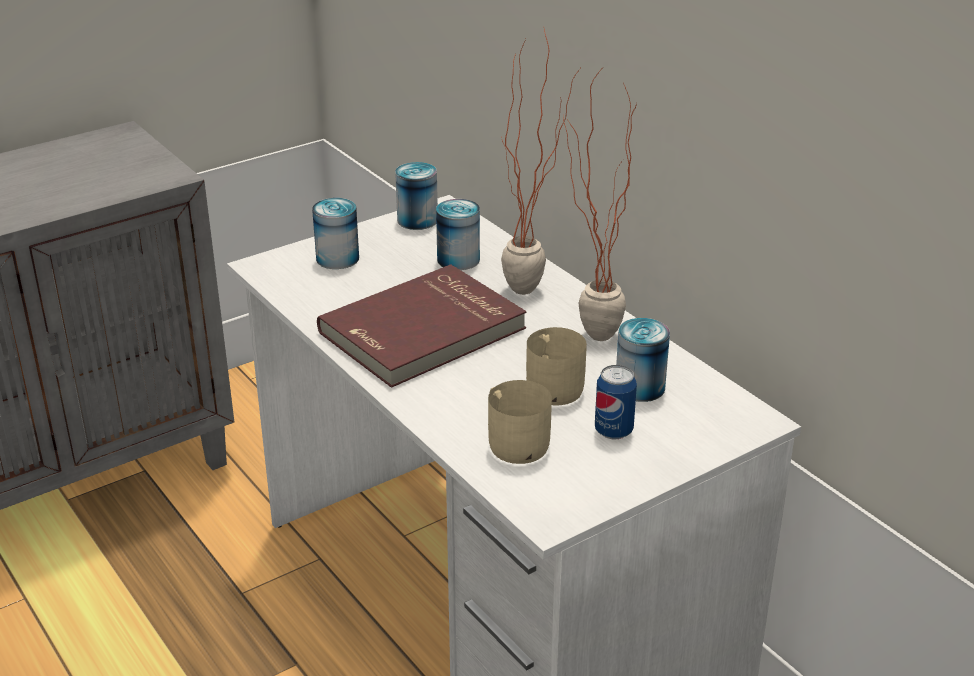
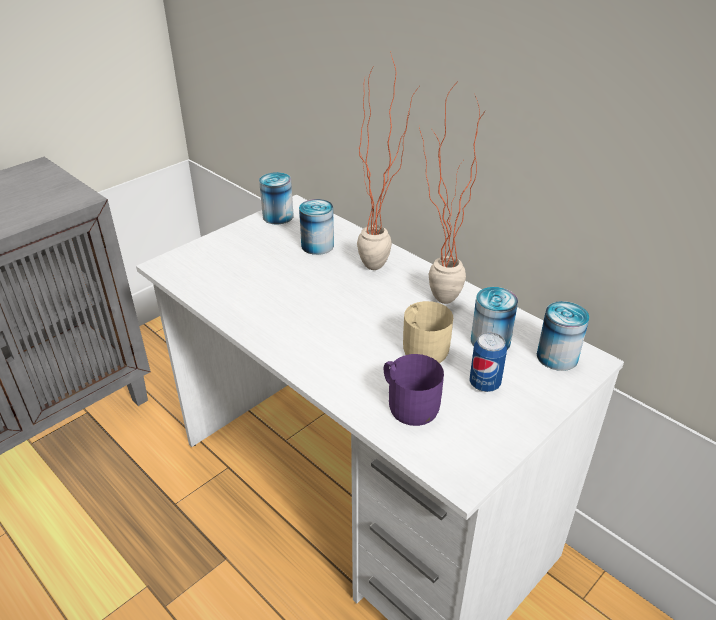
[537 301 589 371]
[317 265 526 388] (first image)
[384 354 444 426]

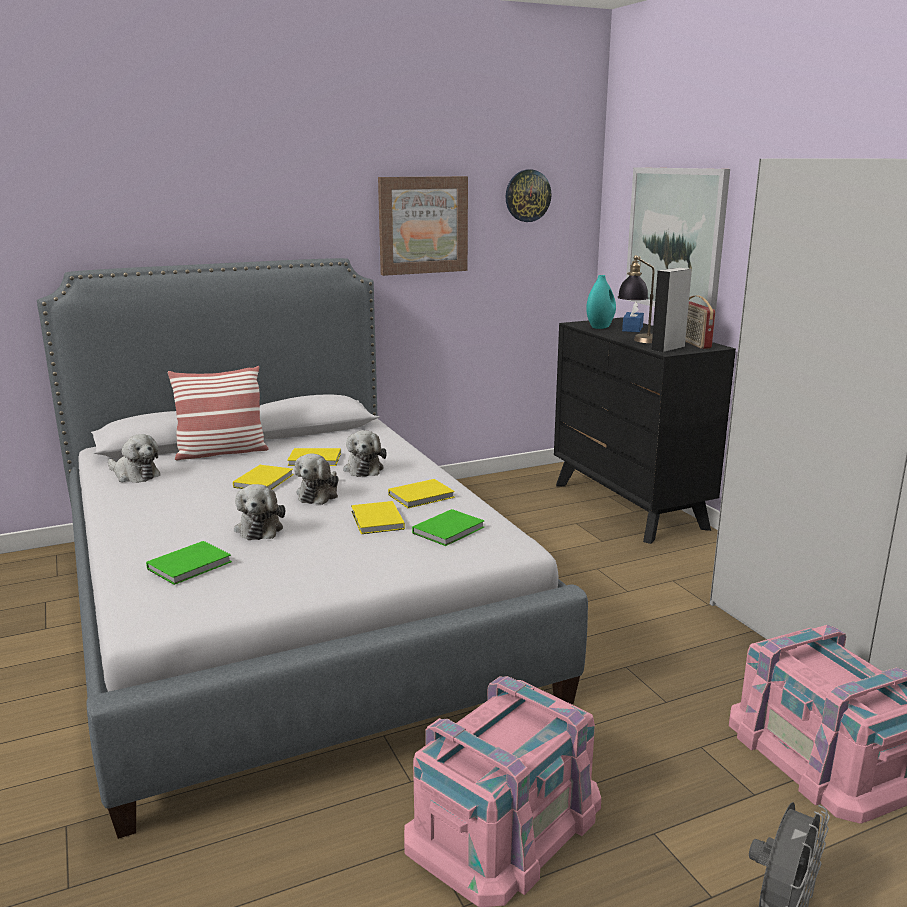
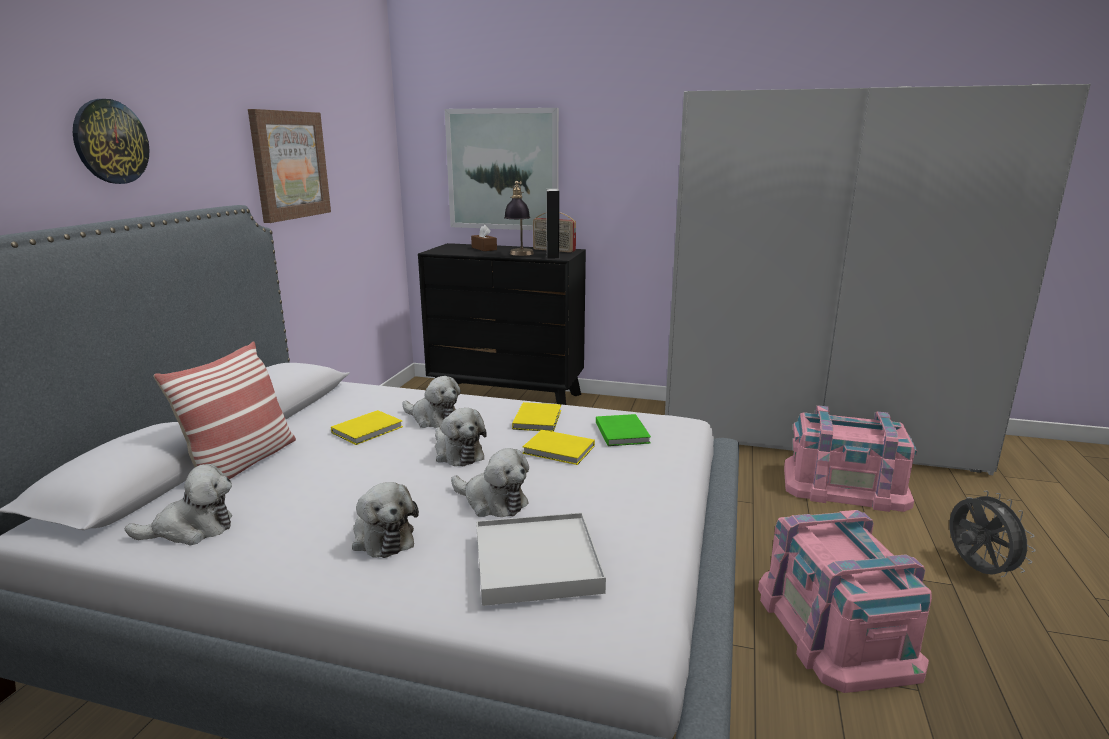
[476 513 606 606]
[233 465 294 489] (first image)
[73 99 150 184]
[586 275 616 329] (first image)
[471 225 497 251]
[352 482 419 558]

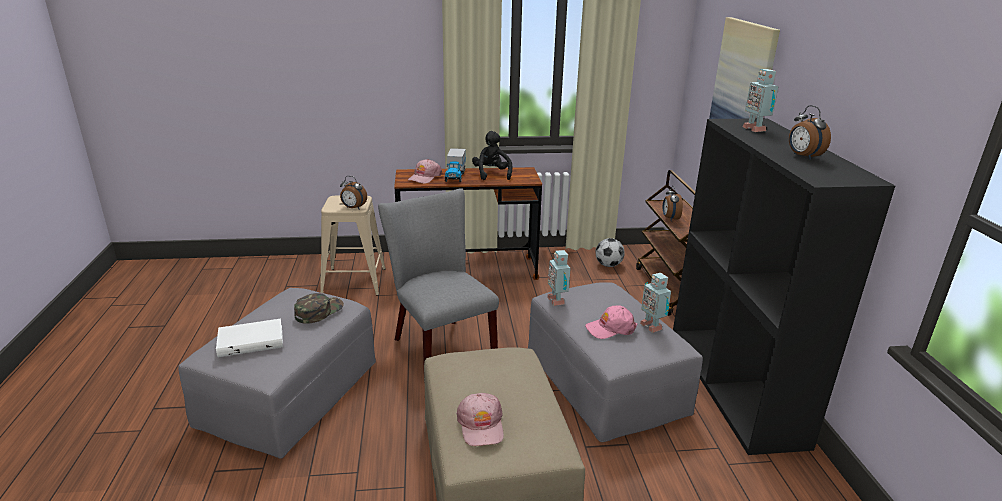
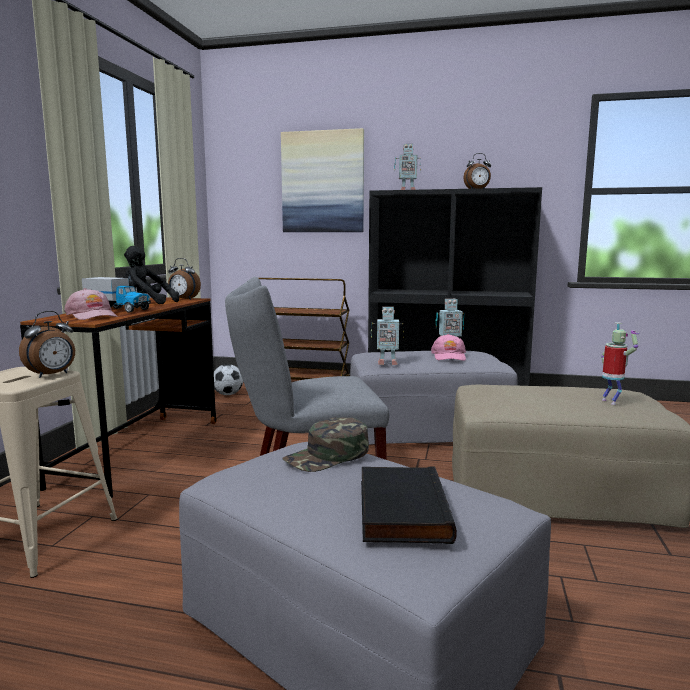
[361 466 457 544]
[282 417 369 472]
[601 322 640 405]
[168 258 201 300]

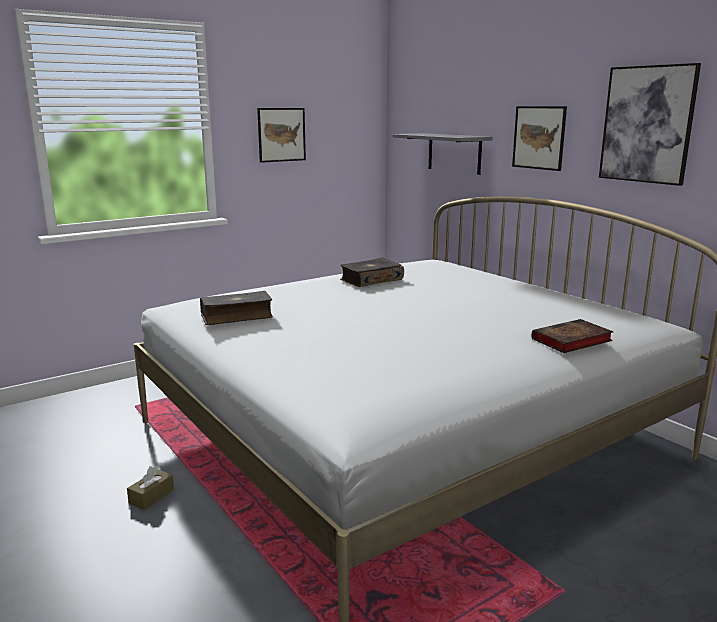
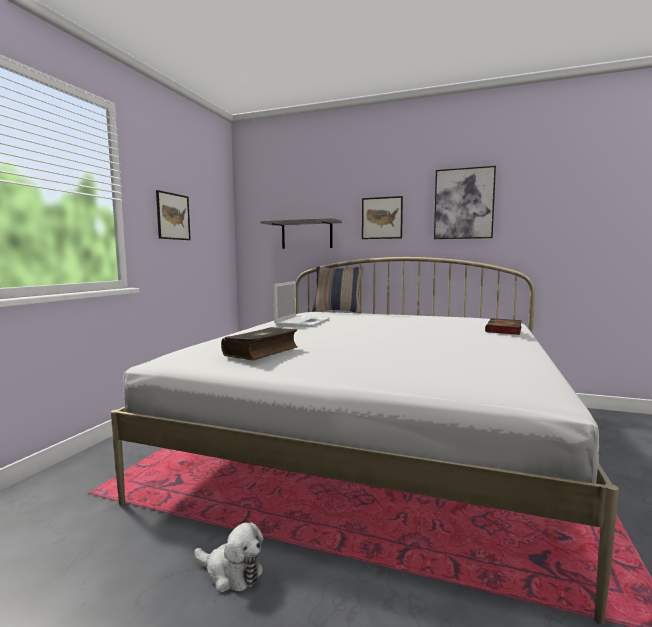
[194 522 263 593]
[273 281 329 327]
[312 266 363 313]

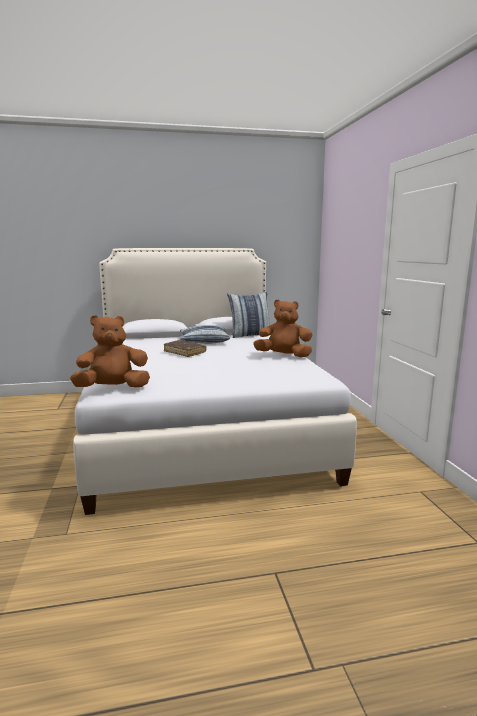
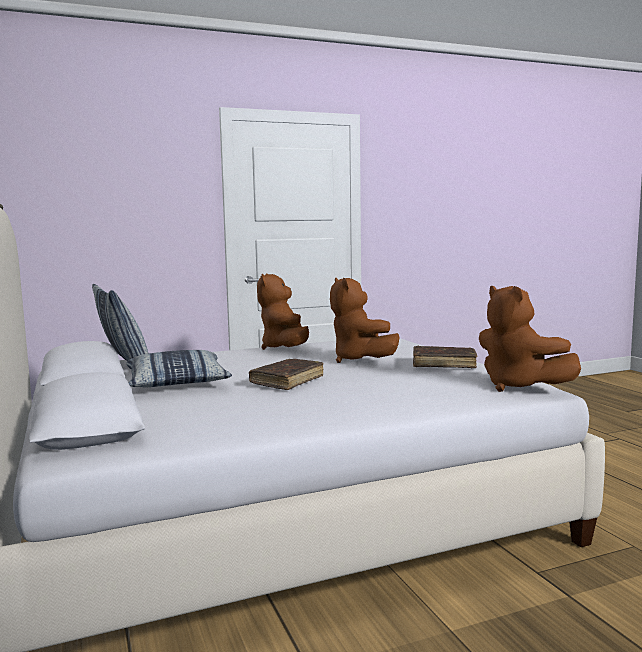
[330 278 400 363]
[413 346 477 368]

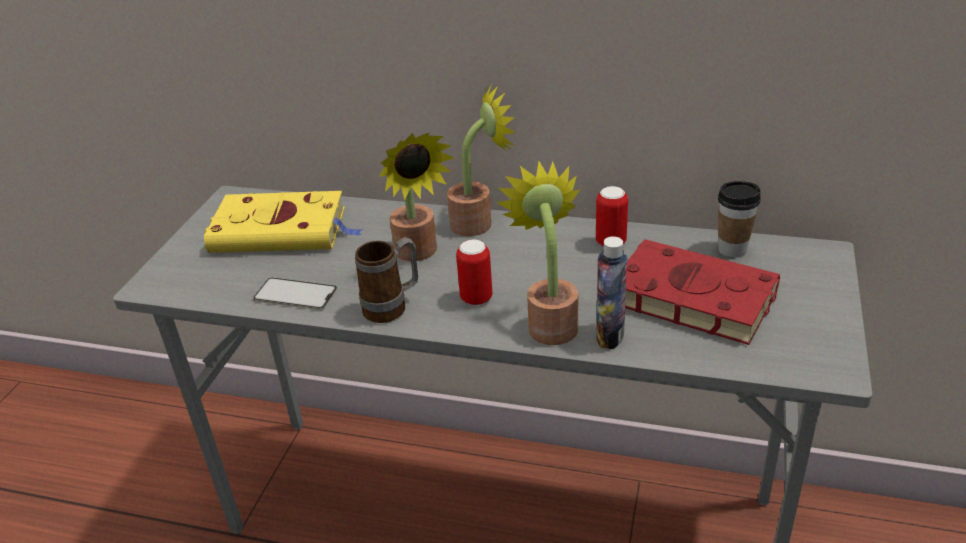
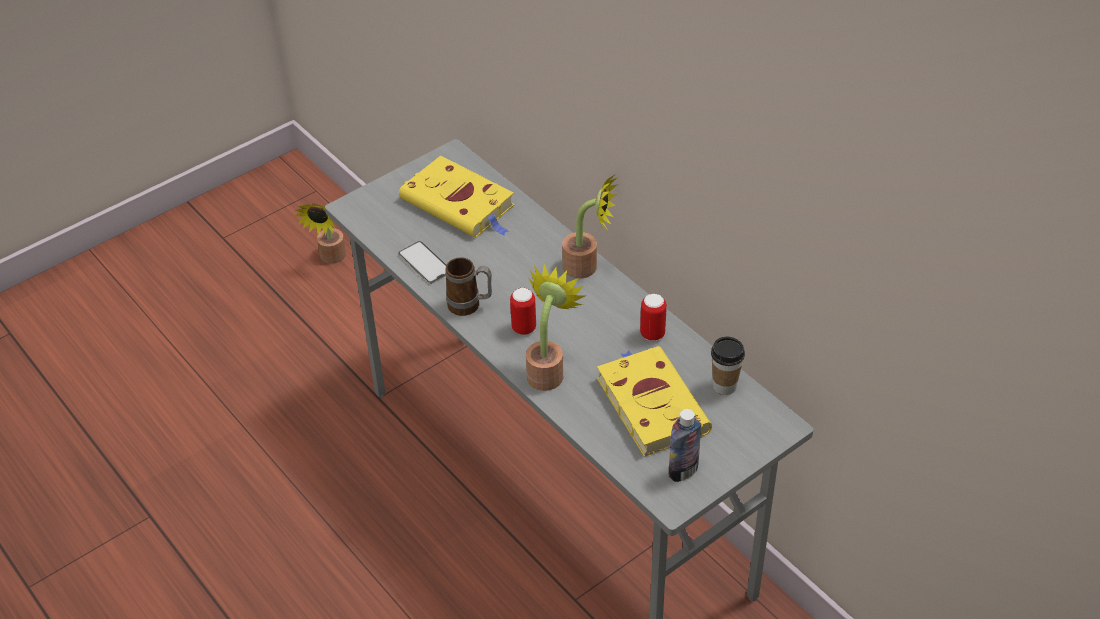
[294 203 346 264]
[668 409 701 482]
[597 346 712 457]

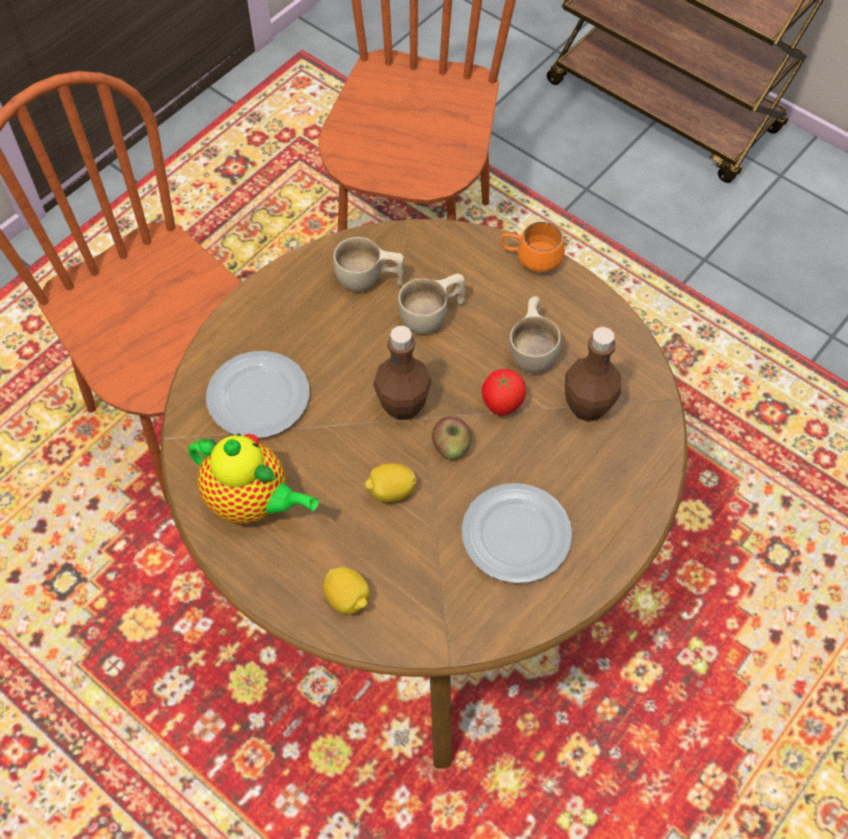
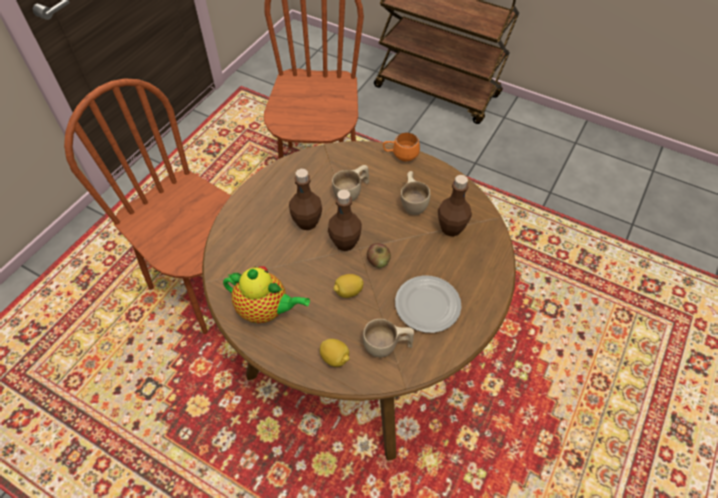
[206 351 309 438] (first image)
[363 319 414 357]
[482 369 526 416] (first image)
[289 169 322 230]

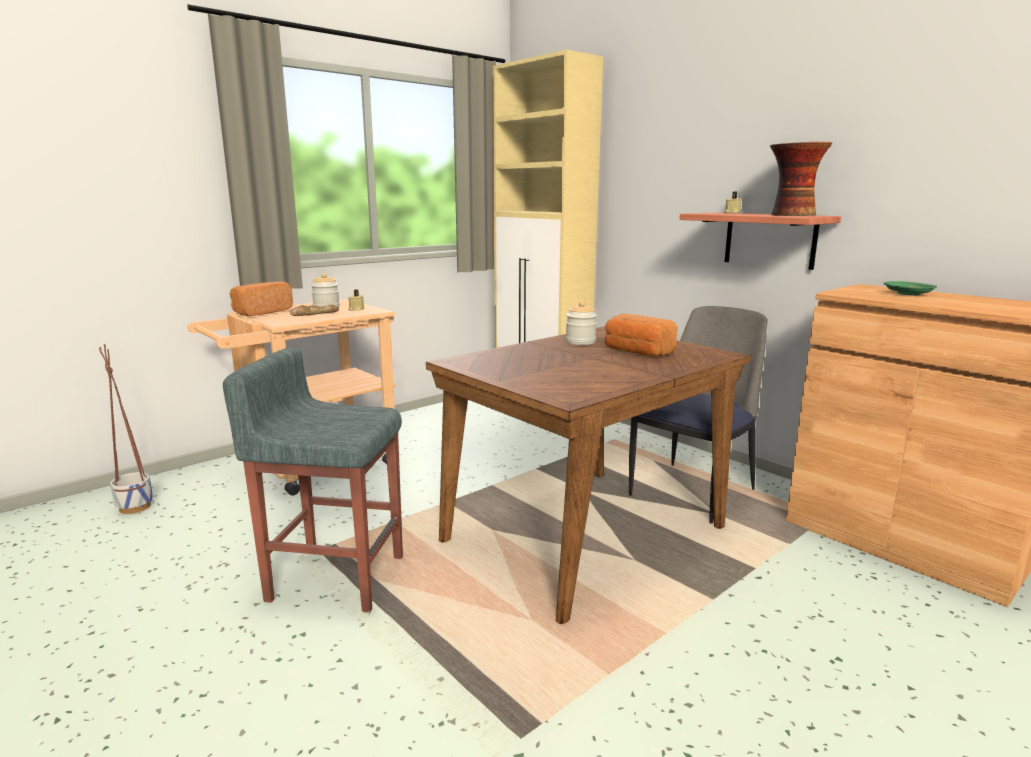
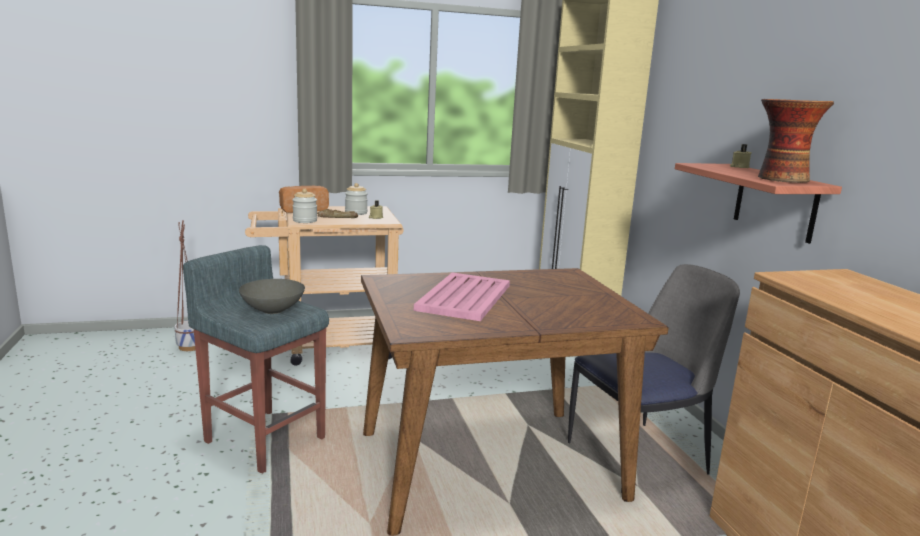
[292 189 317 223]
[605 314 678 357] (first image)
[884 281 937 295] (first image)
[239 279 305 314]
[414 272 510 321]

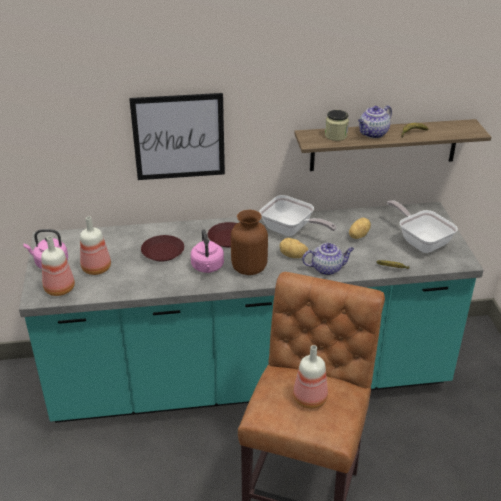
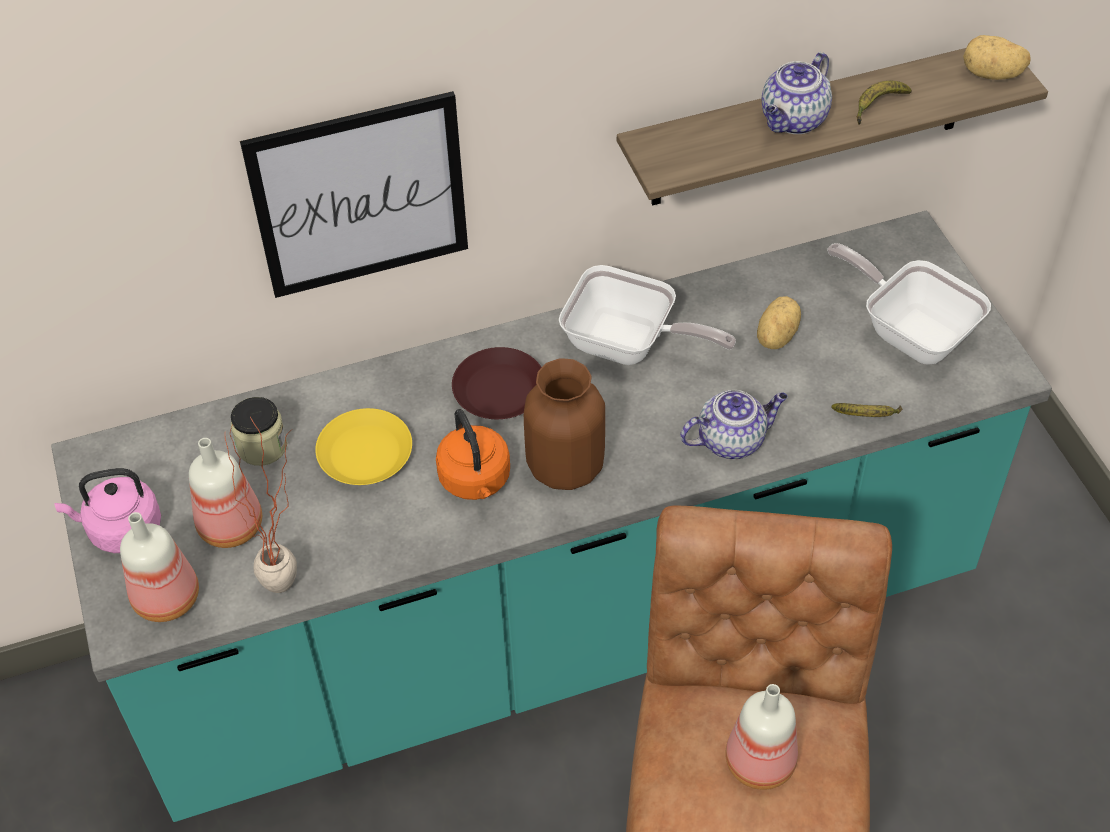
[315 408 412 485]
[436 409 510 500]
[963 35 1031 80]
[231 397 287 466]
[225 417 297 593]

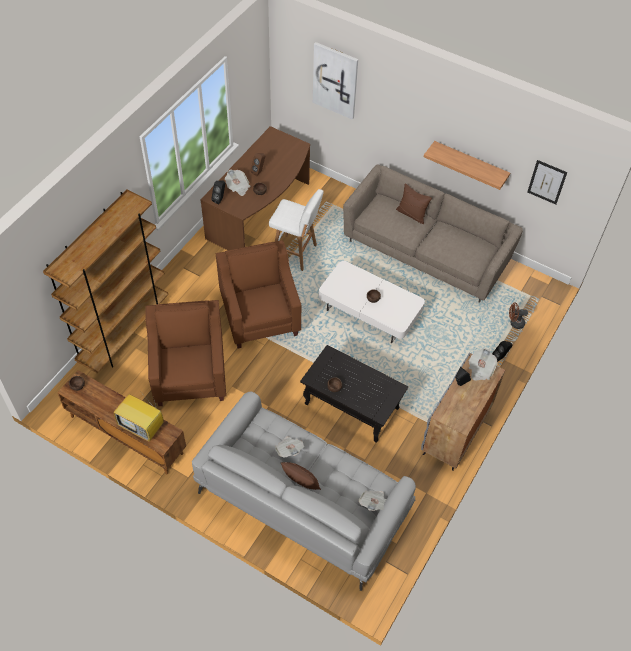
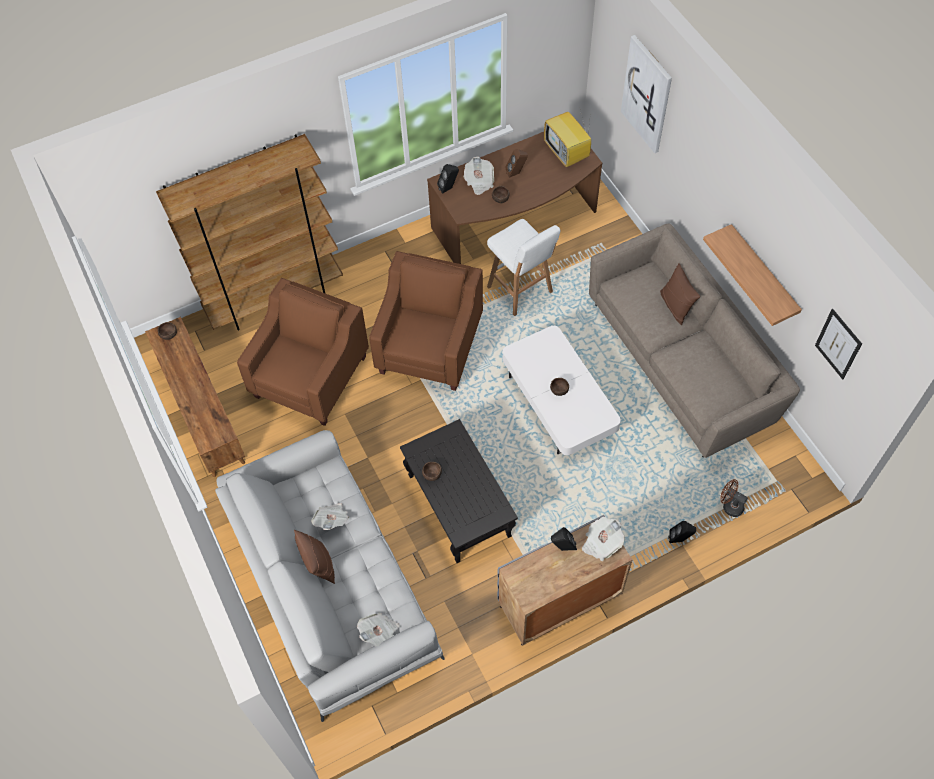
[544 112 591 167]

